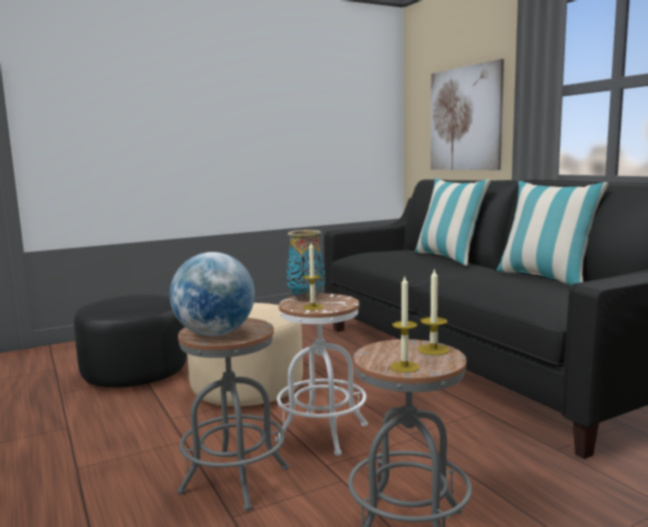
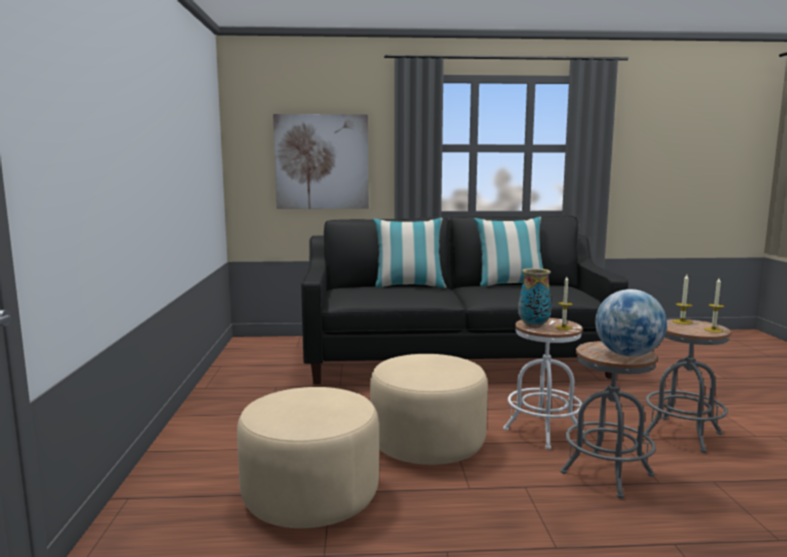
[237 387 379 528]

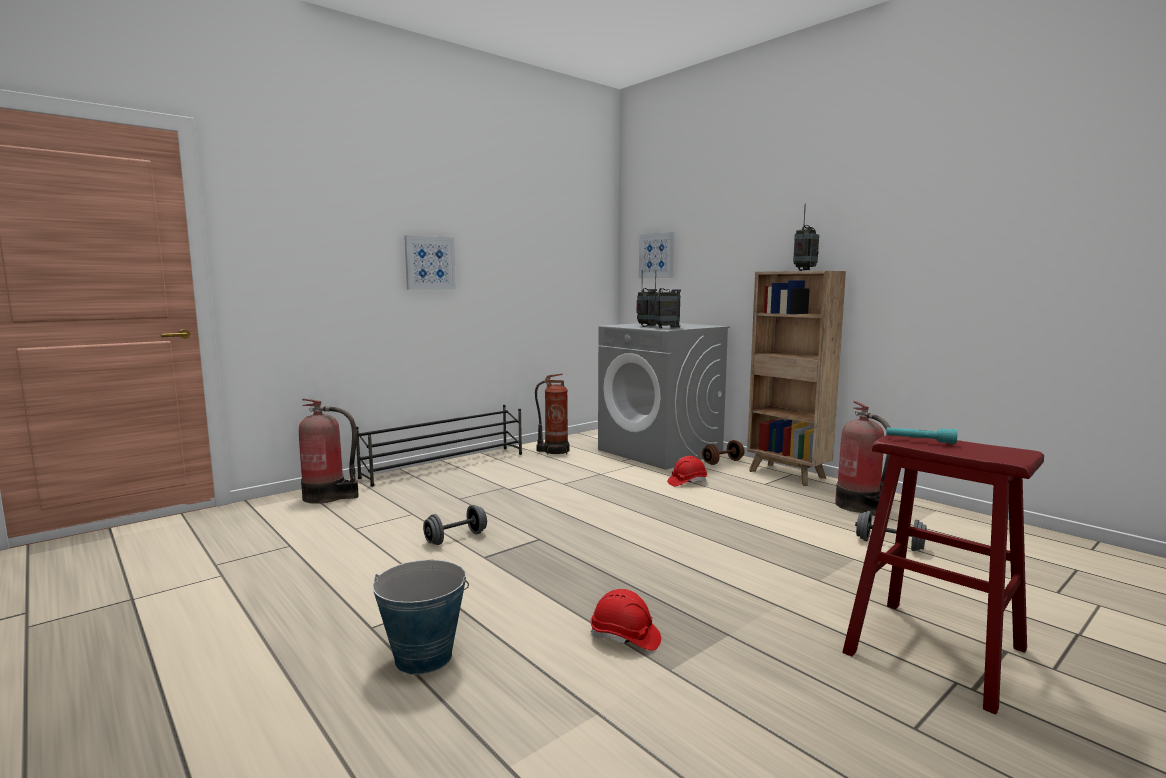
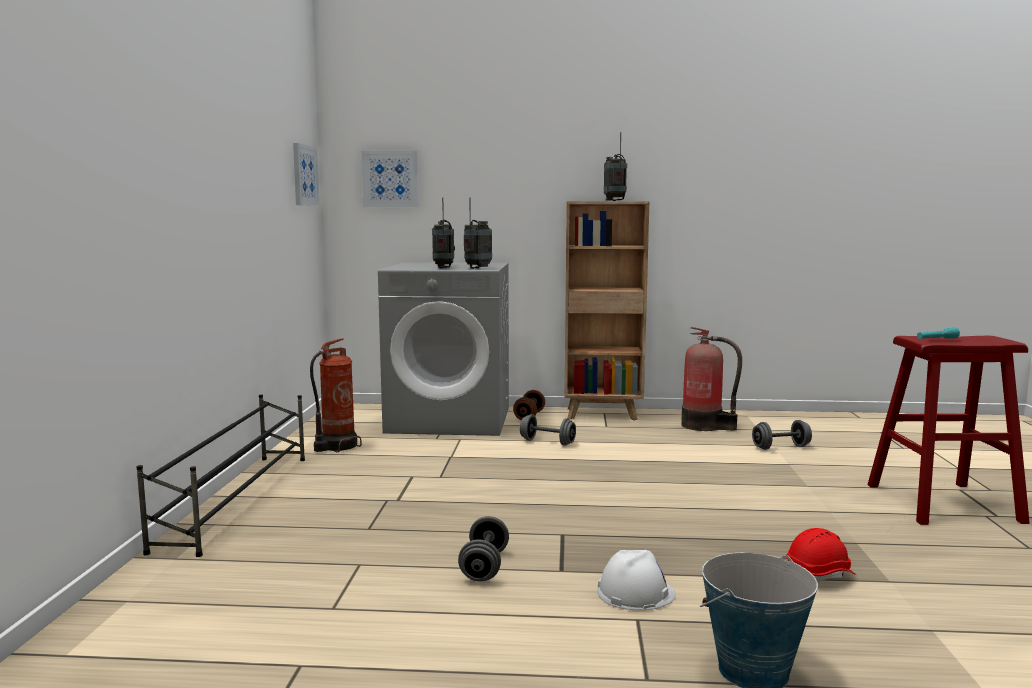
[299 398 359 504] (first image)
[293 143 320 206]
[520 414 576 446]
[597 550 676 610]

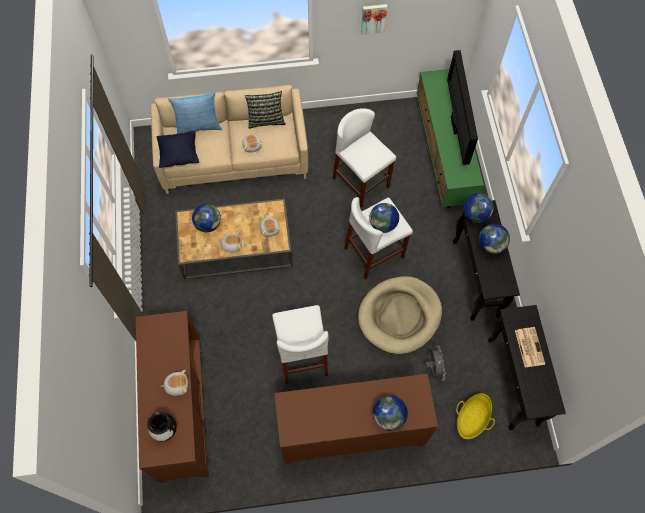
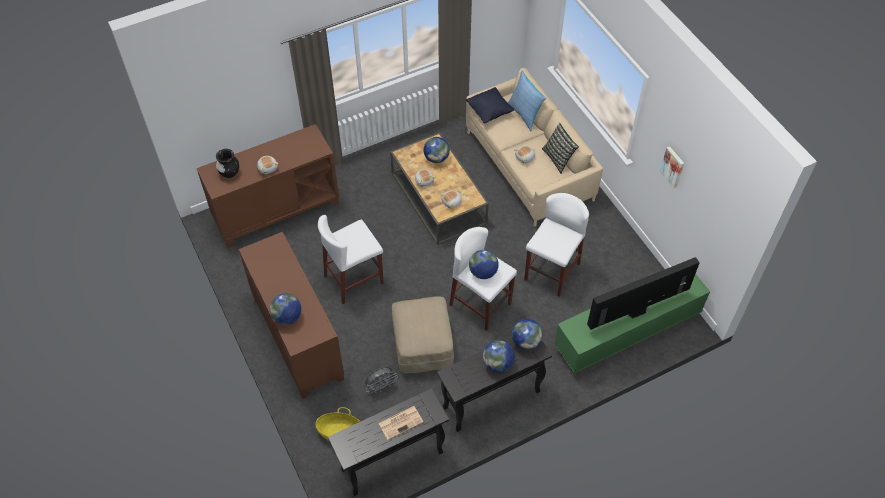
[392 296 454 373]

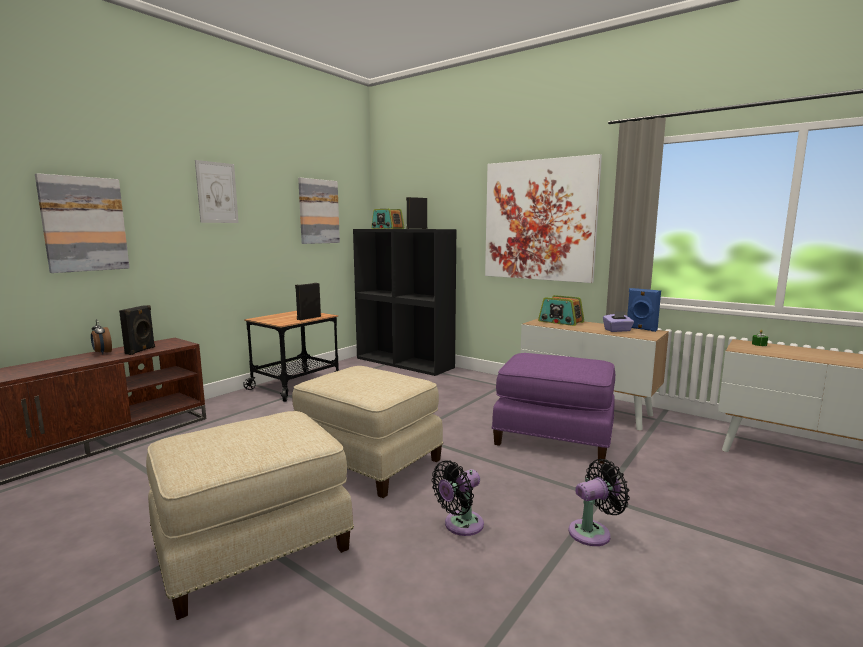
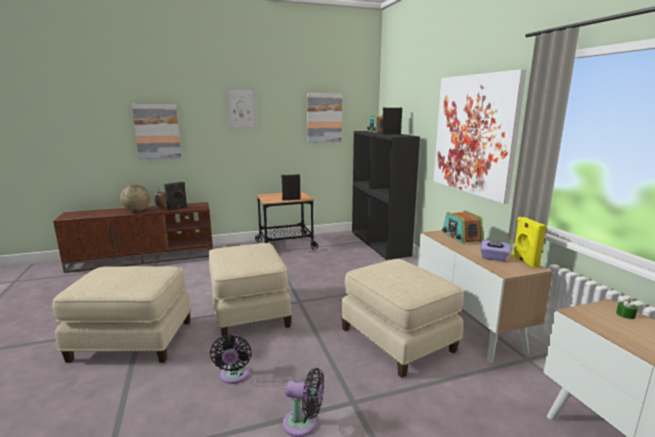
[210 334 252 384]
[341 259 464 378]
[513 217 546 268]
[120 185 150 212]

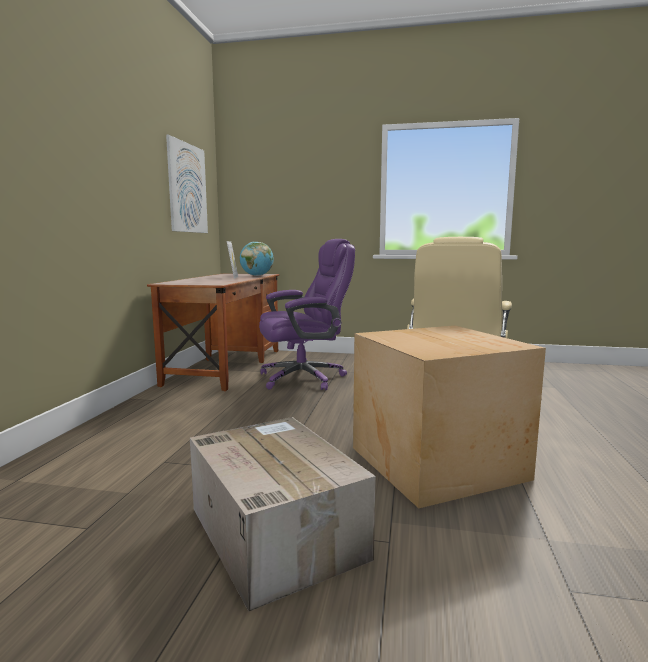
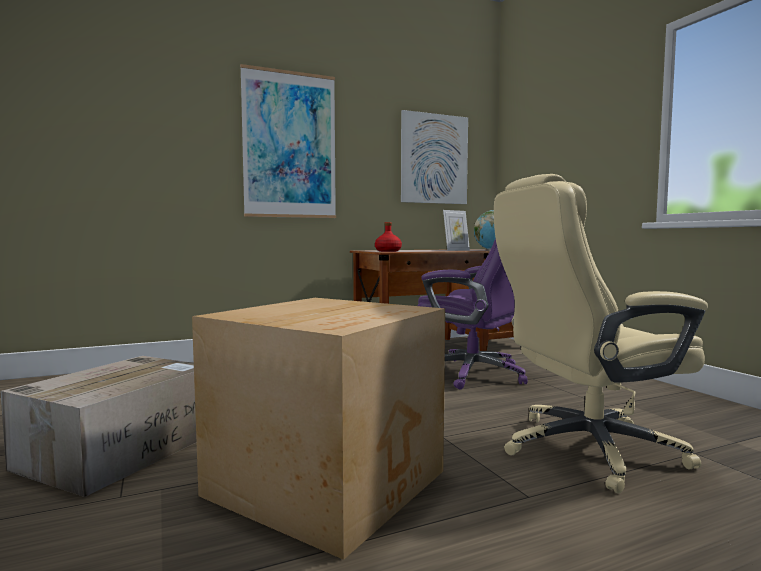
[240 64 336 218]
[375 222 402 252]

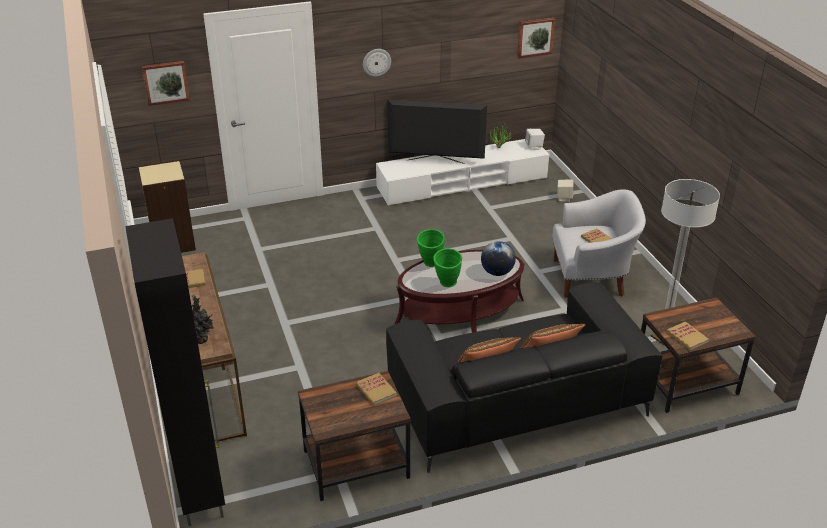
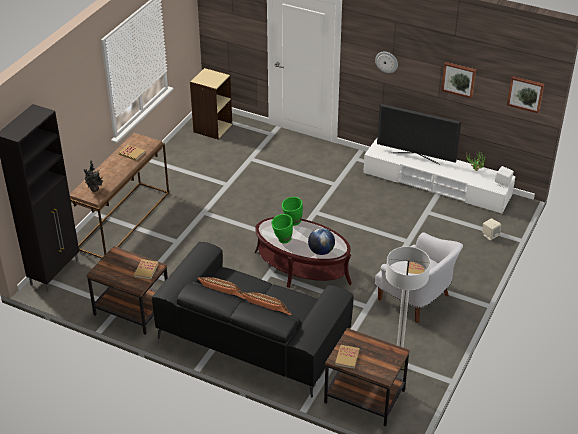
[441 62 476 99]
[377 104 461 164]

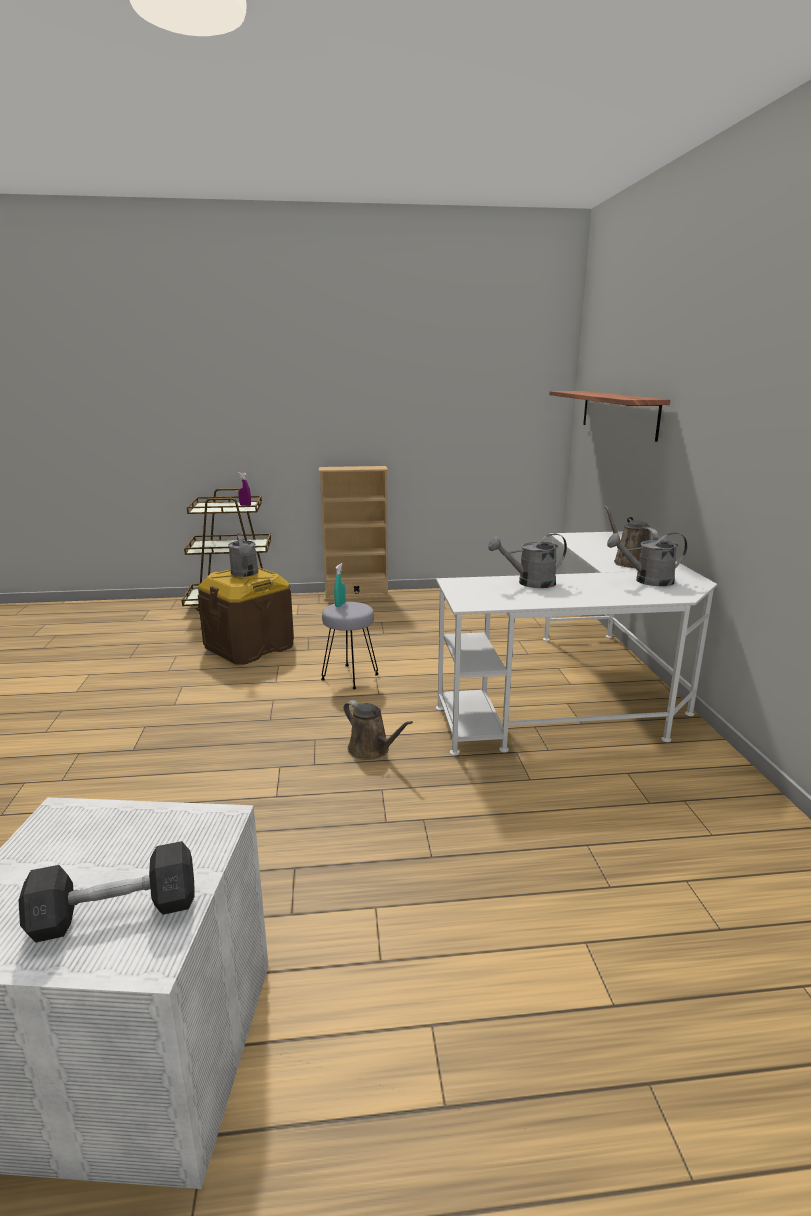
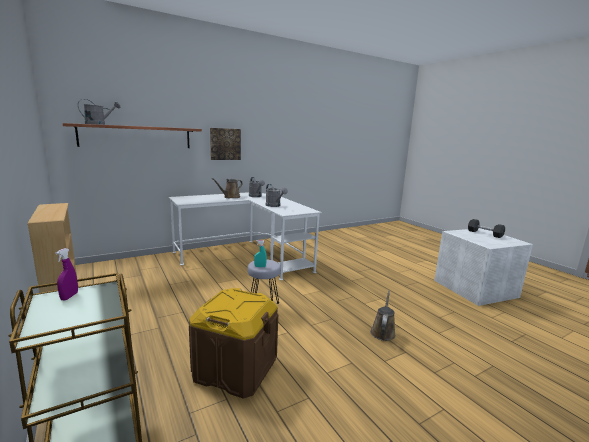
[78 99 121 125]
[370 290 396 341]
[210 128 241 160]

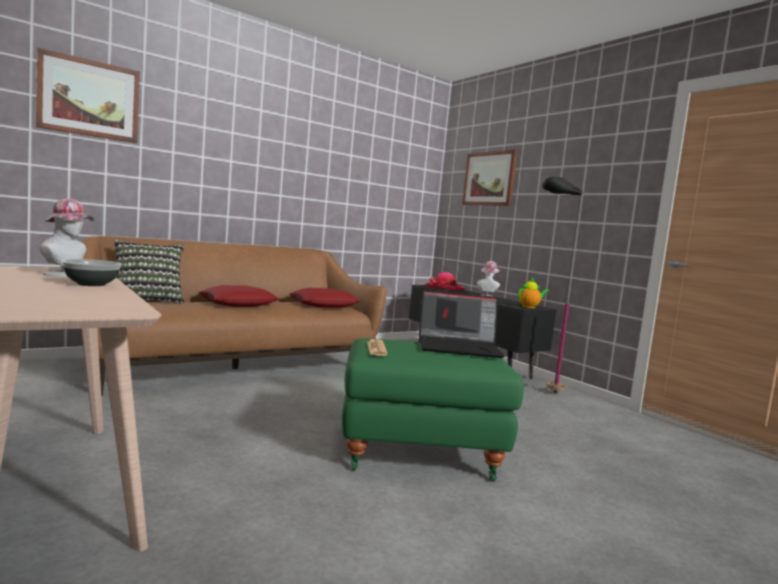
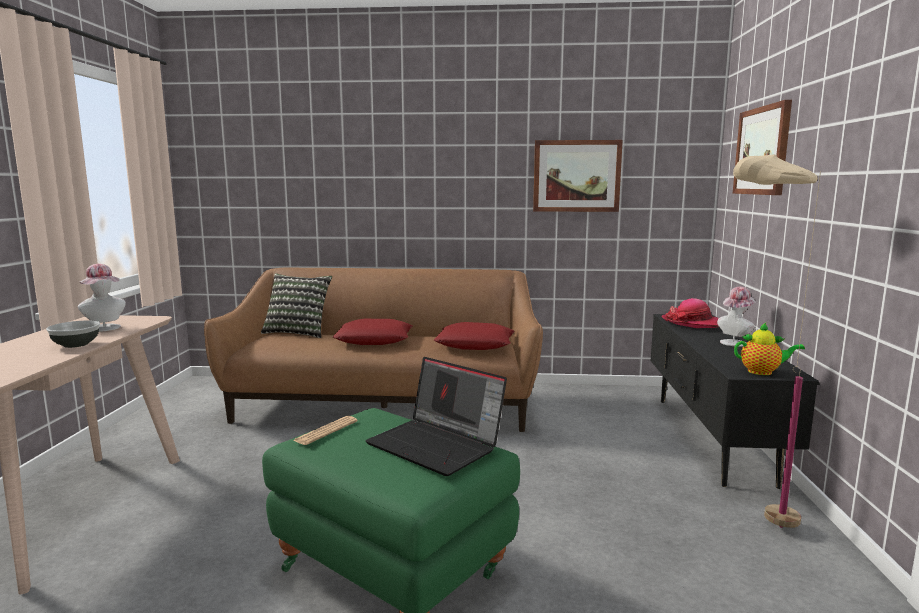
[533 140 623 212]
[733 154 821 528]

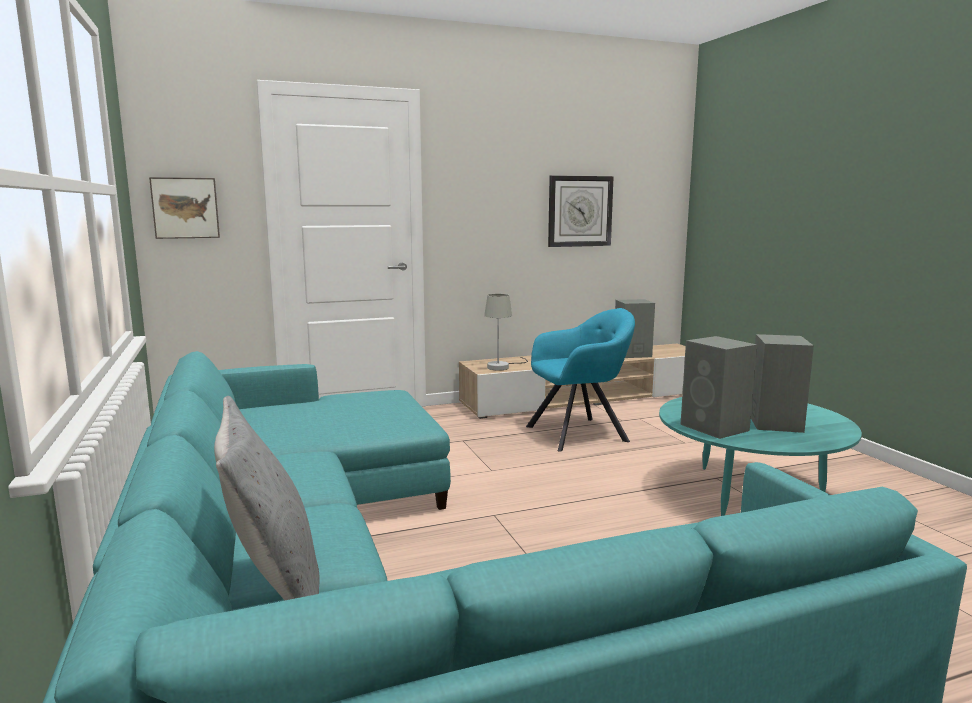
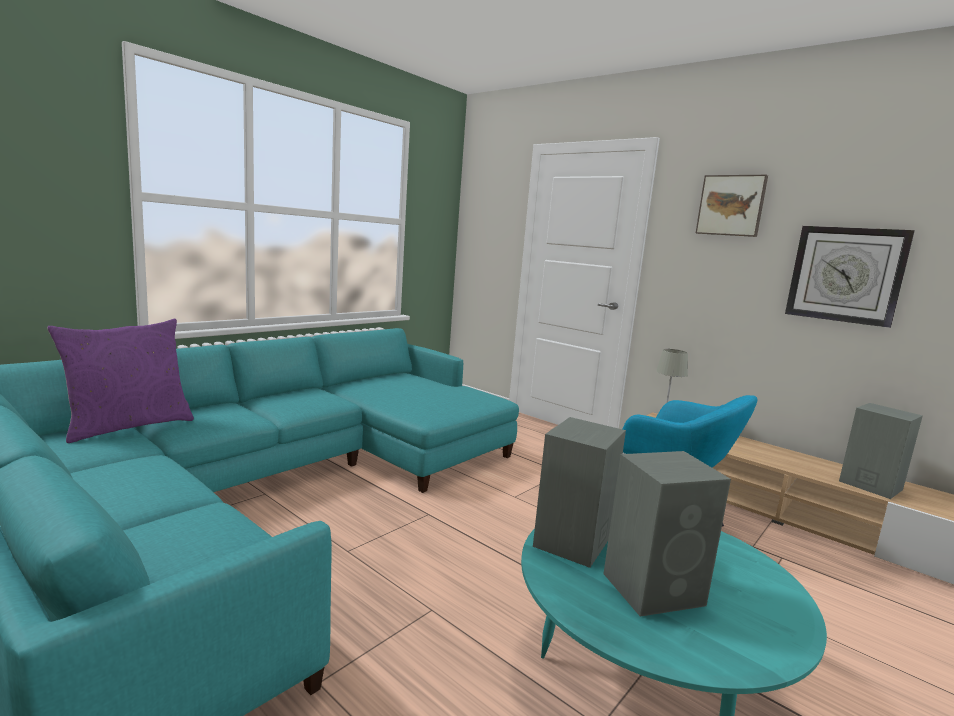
[696 175 768 237]
[47 319 194 443]

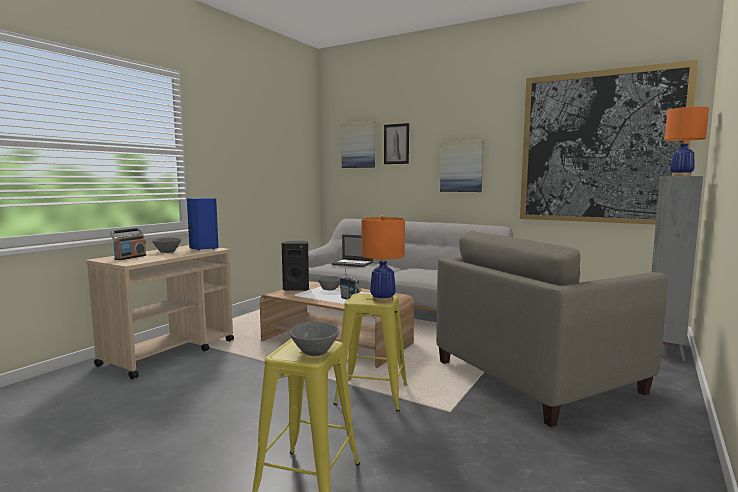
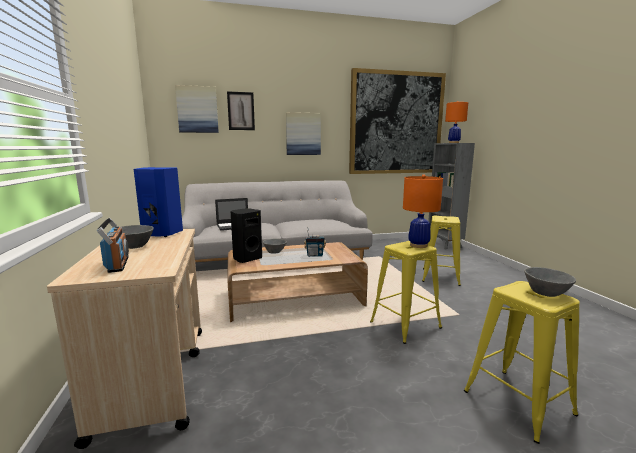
[422 216 461 286]

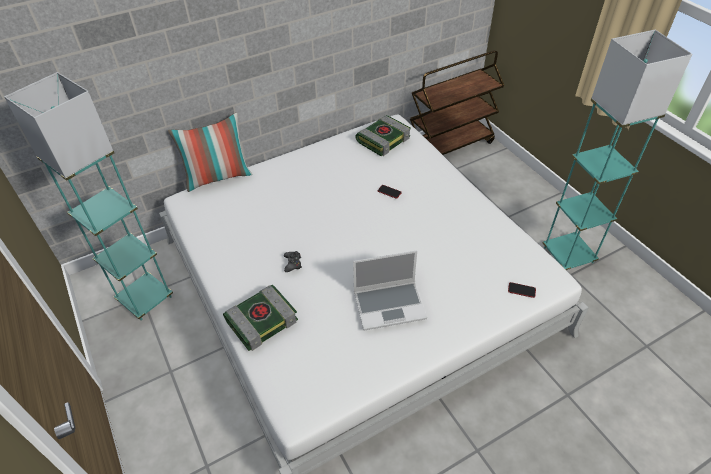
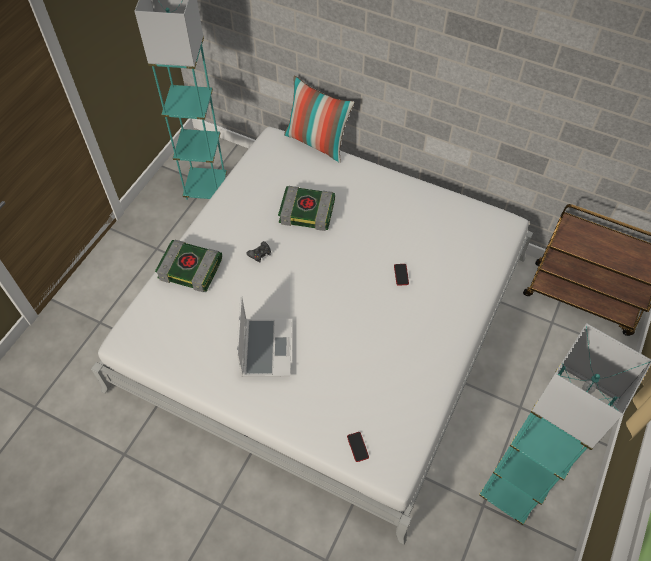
[236 295 292 377]
[278 186 335 231]

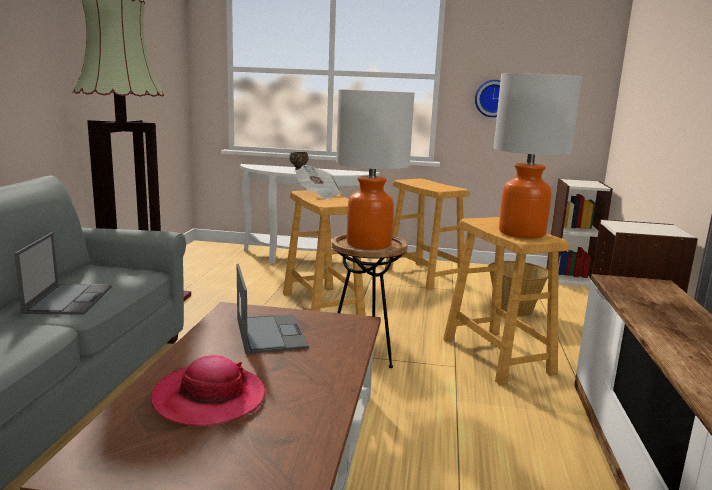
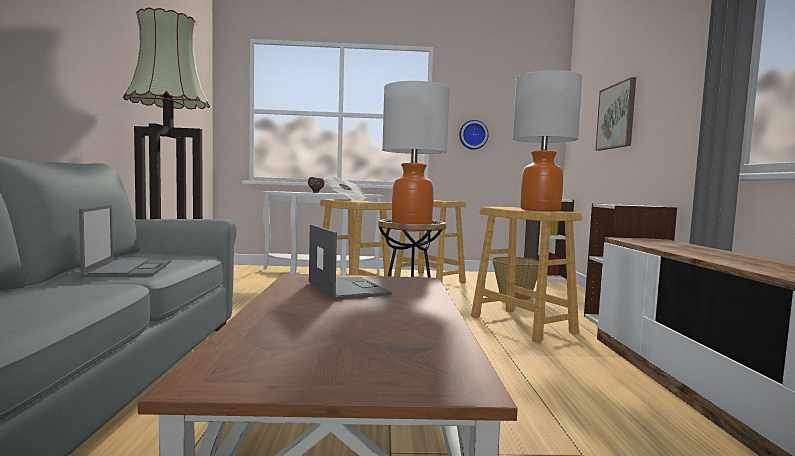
[151 355 266 426] (first image)
[595 77 636 151]

